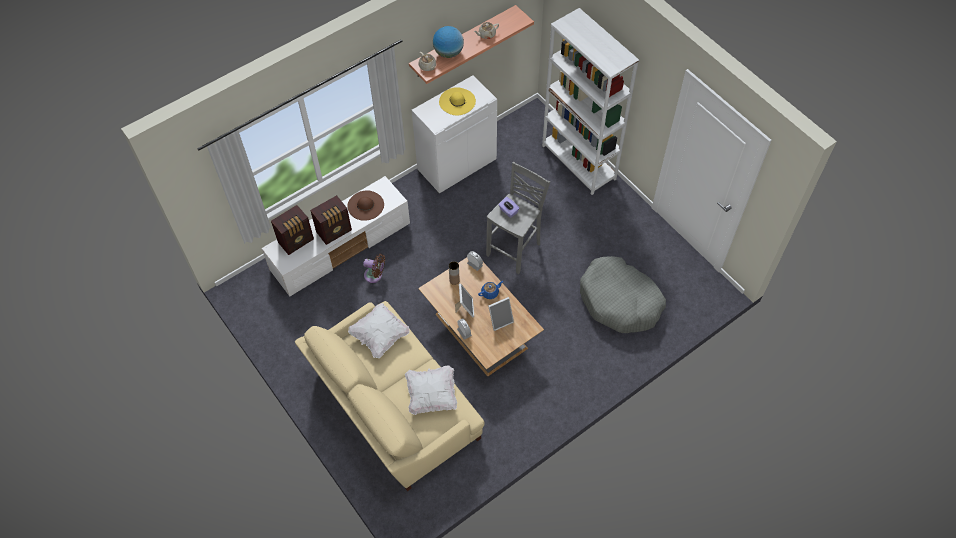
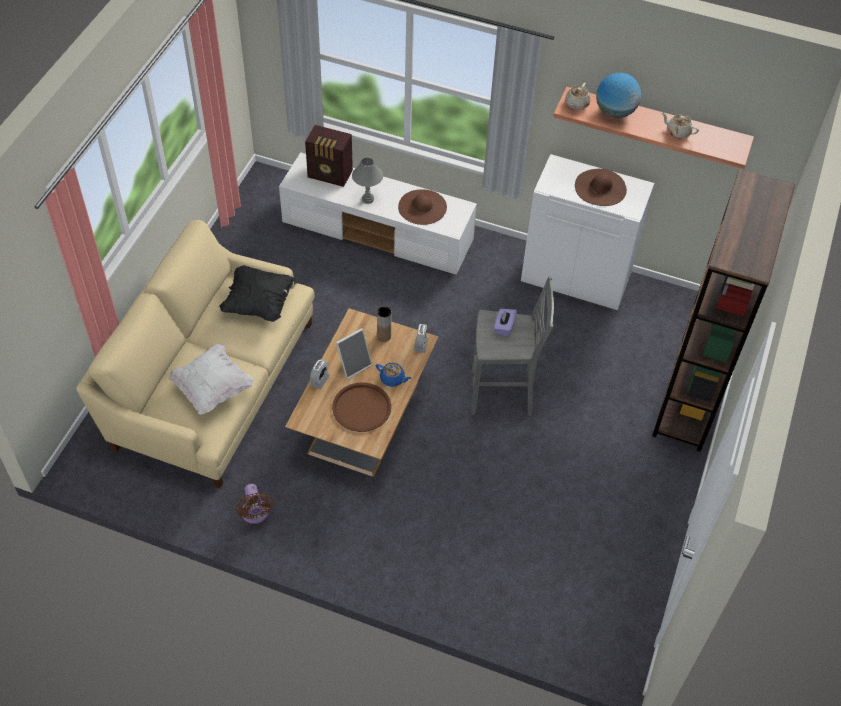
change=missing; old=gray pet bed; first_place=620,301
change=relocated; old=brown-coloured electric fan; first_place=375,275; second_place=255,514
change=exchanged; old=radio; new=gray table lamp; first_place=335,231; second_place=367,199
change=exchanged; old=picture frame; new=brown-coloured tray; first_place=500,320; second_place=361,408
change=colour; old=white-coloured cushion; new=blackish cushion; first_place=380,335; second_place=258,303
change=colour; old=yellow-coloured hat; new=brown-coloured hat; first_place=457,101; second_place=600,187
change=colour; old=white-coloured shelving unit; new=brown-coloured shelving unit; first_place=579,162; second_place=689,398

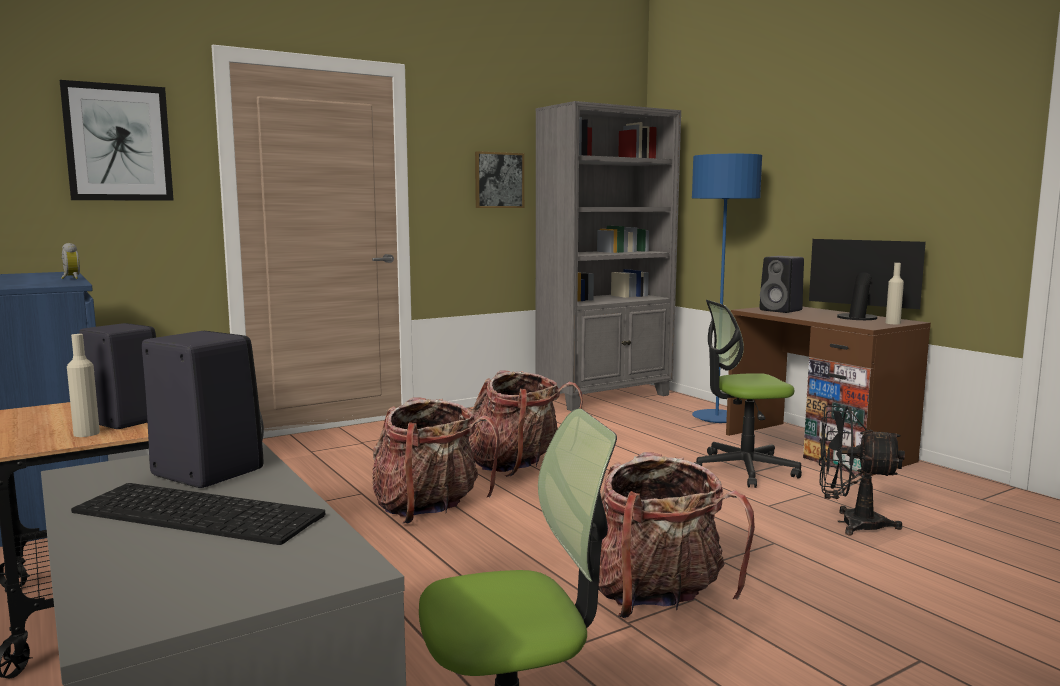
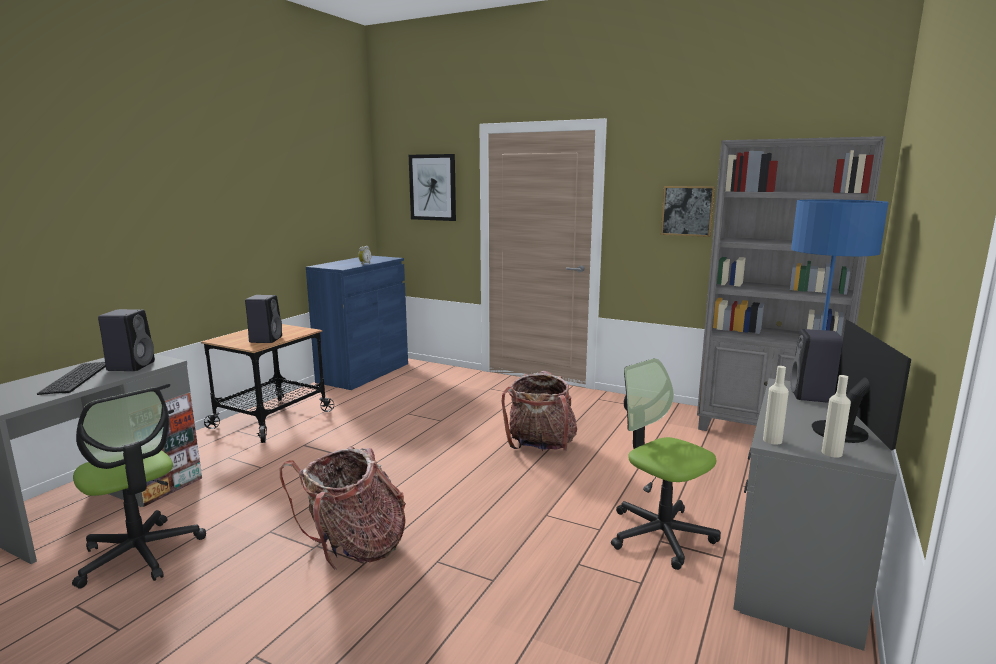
change=missing; old=backpack; first_place=429,510
change=missing; old=blackish electric fan; first_place=850,523
change=relocated; old=beige bottle; first_place=86,433; second_place=772,440
change=colour; old=brown-coloured desk; new=gray desk; first_place=817,447; second_place=799,566

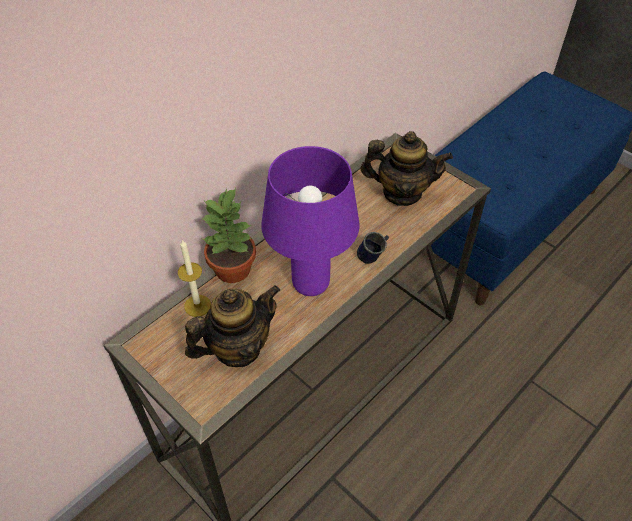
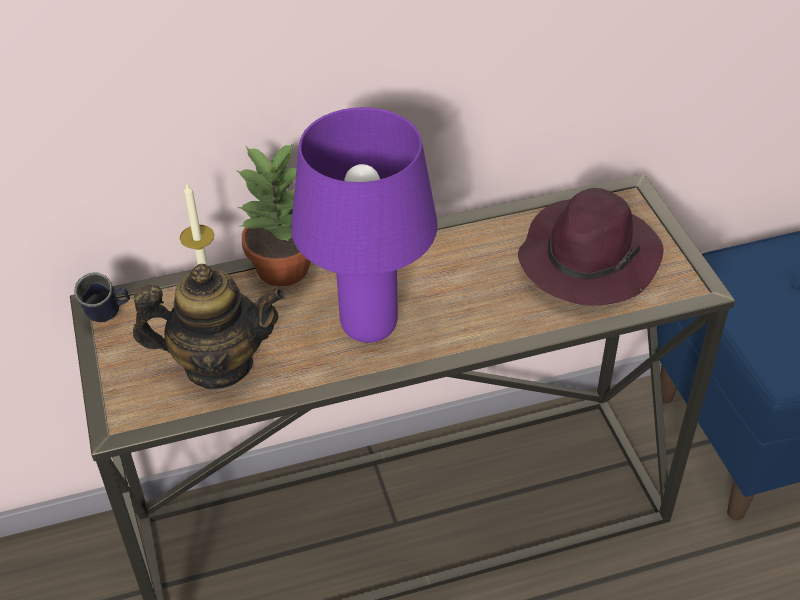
change=relocated; old=blue-coloured tea mug; first_place=373,257; second_place=109,316
change=exchanged; old=tea pot; new=purple hat; first_place=402,193; second_place=588,258

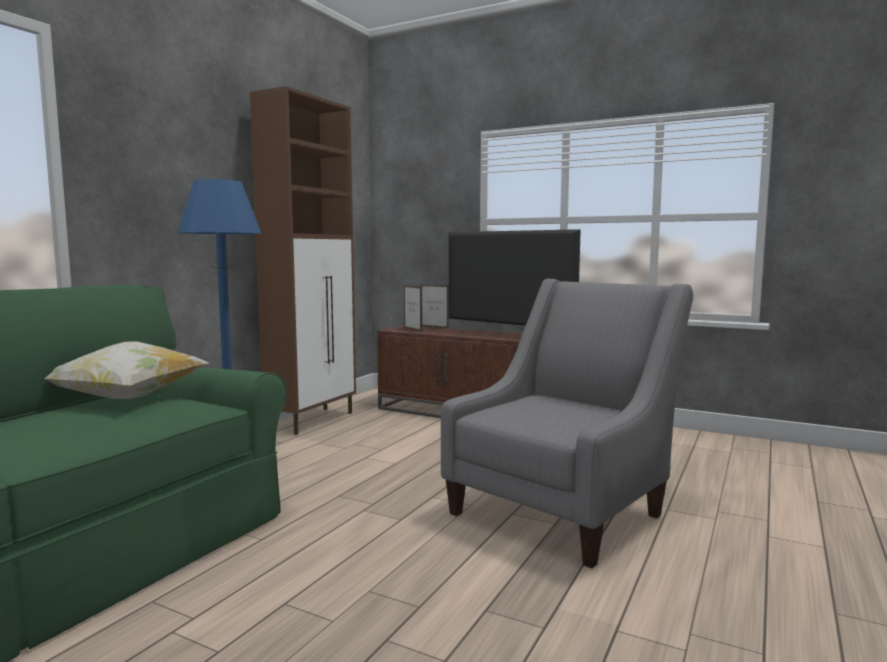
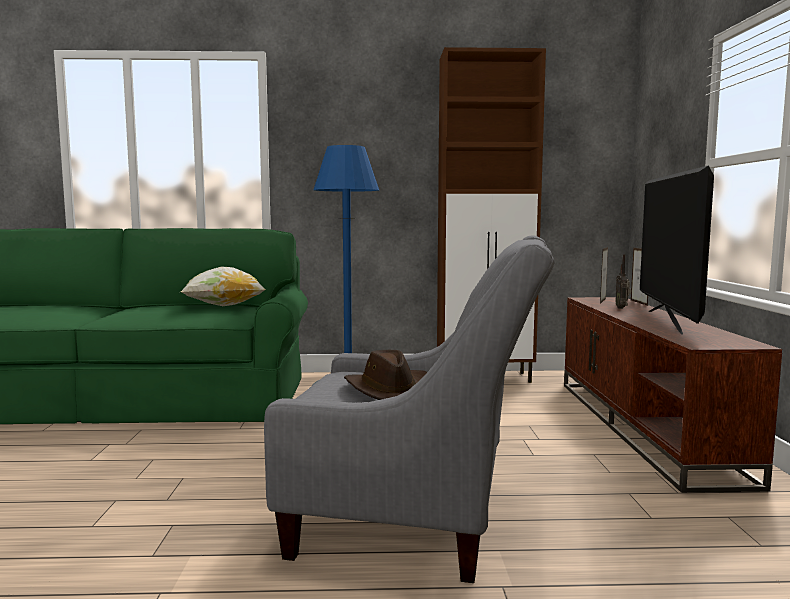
change=appeared; new=brown-coloured hat; second_place=390,390
change=appeared; new=radio; second_place=622,308

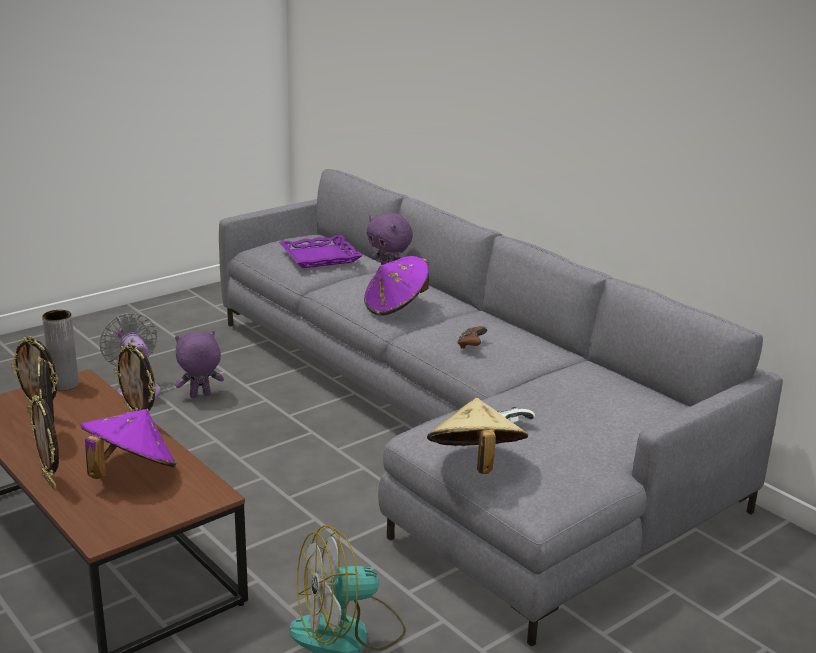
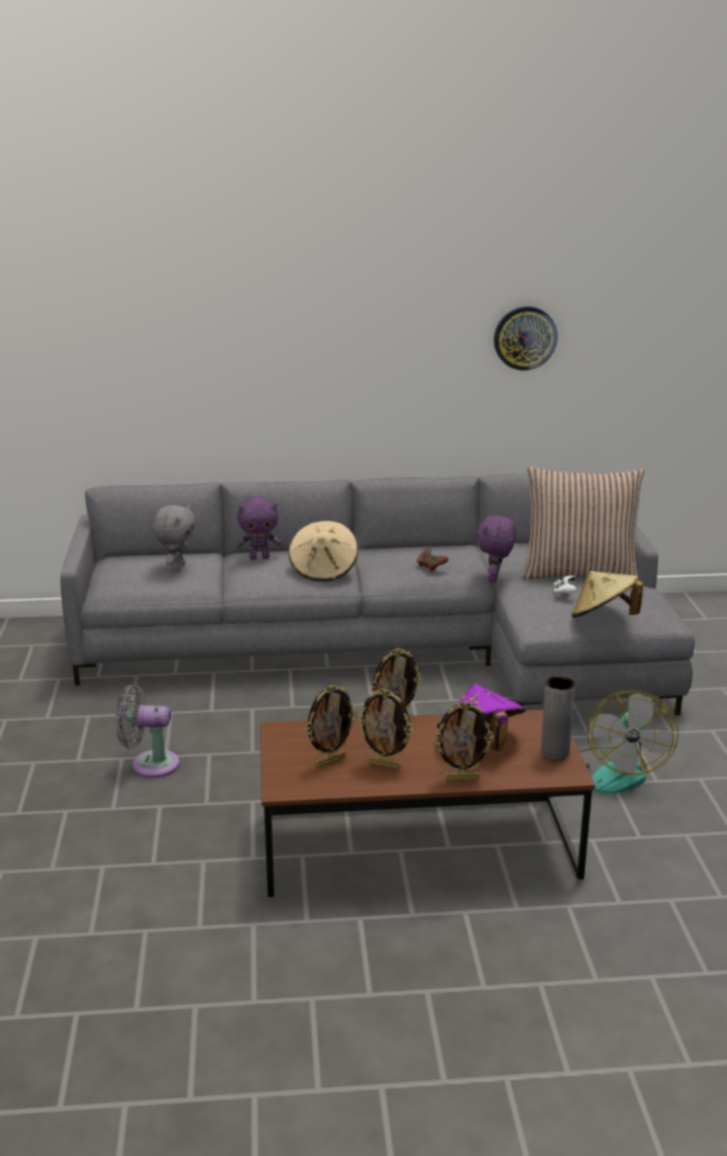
change=appeared; new=wall clock; second_place=525,338
change=appeared; new=cushion; second_place=578,573
change=relocated; old=gray vase; first_place=64,385; second_place=554,753
change=relocated; old=purple cuddly toy; first_place=200,396; second_place=495,579
change=exchanged; old=purple tray; new=gray cuddly toy; first_place=320,257; second_place=177,568
change=colour; old=purple hat; new=beige hat; first_place=396,307; second_place=324,571

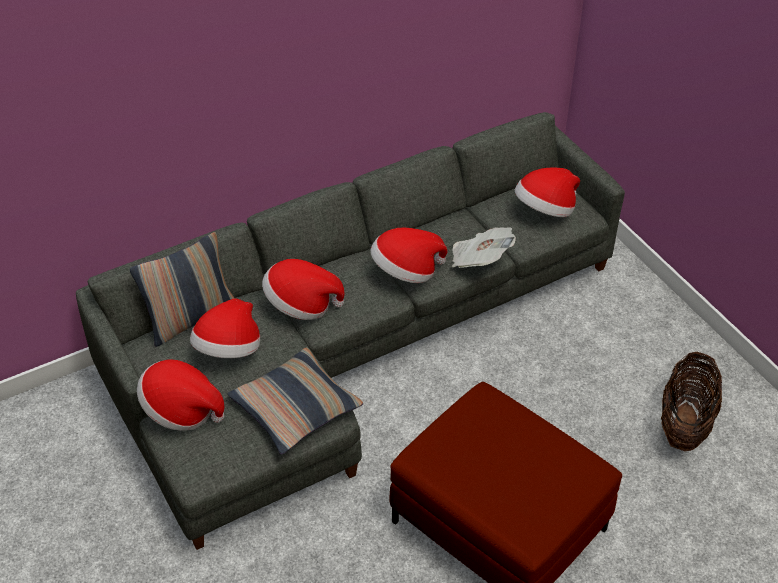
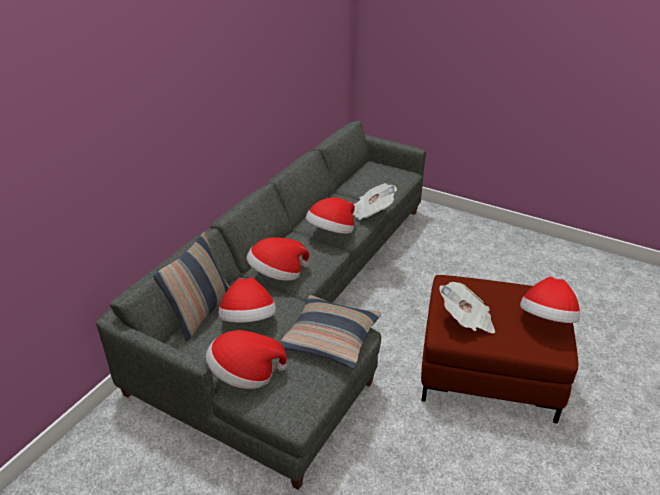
change=missing; old=storage basket; first_place=684,423
change=appeared; new=daily paper; second_place=466,320
change=relocated; old=hat; first_place=545,210; second_place=546,320

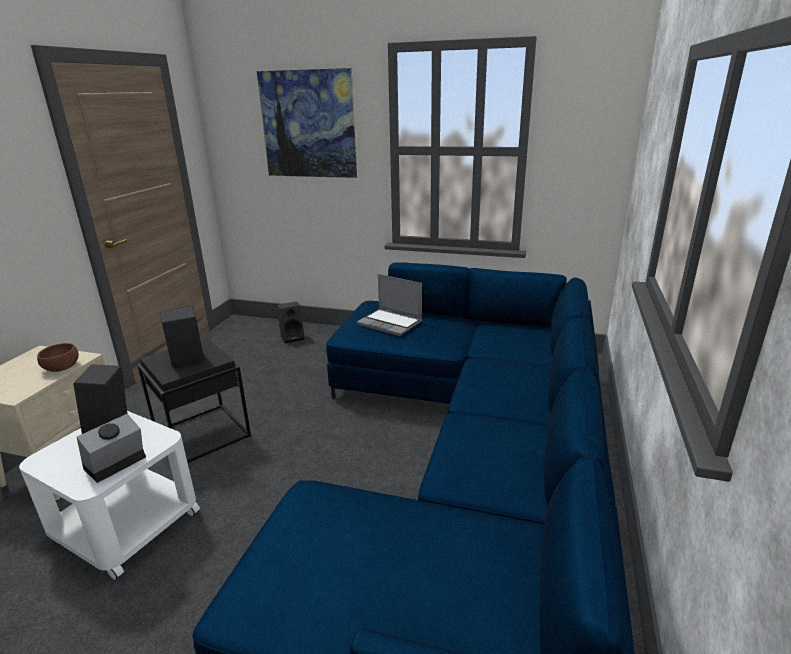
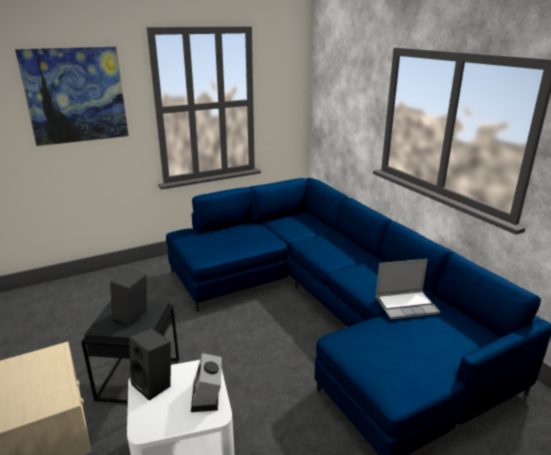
change=missing; old=brown-coloured deep dish; first_place=62,367
change=missing; old=blackish speaker; first_place=292,337
change=relocated; old=portable computer; first_place=391,323; second_place=406,305

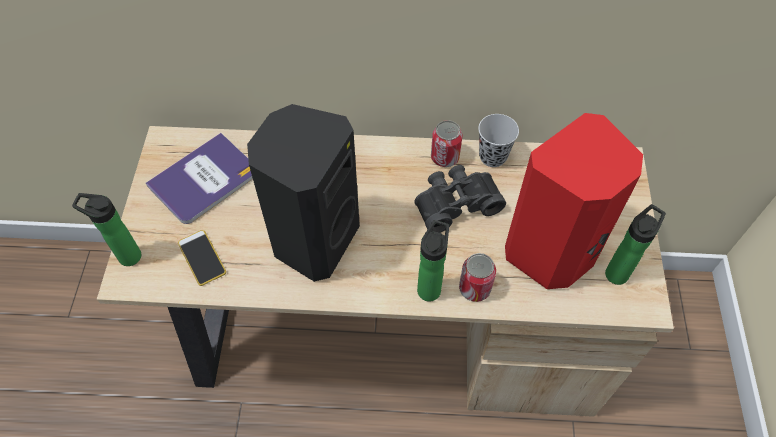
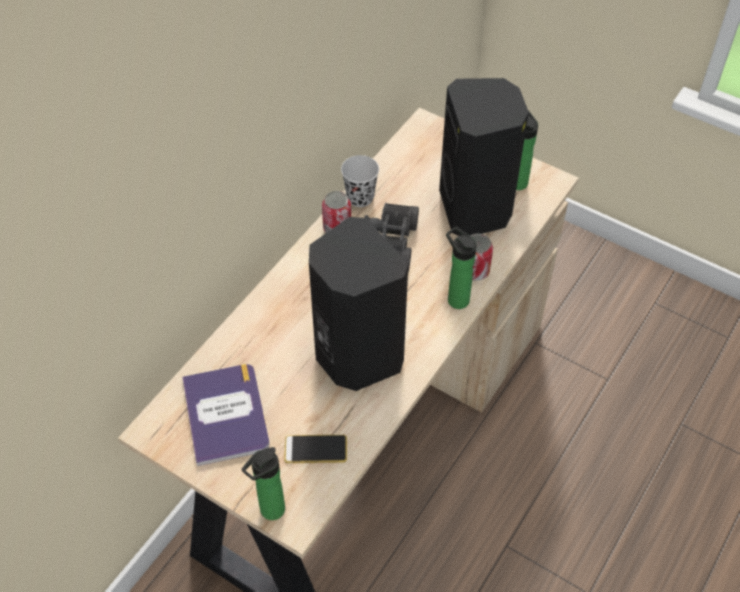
change=colour; old=red speaker; new=blackish speaker; first_place=552,254; second_place=476,209

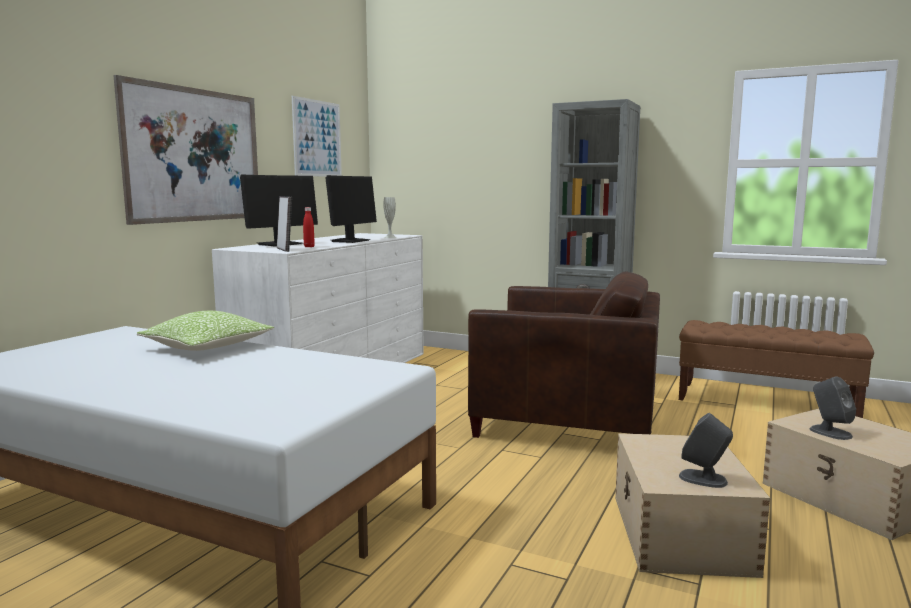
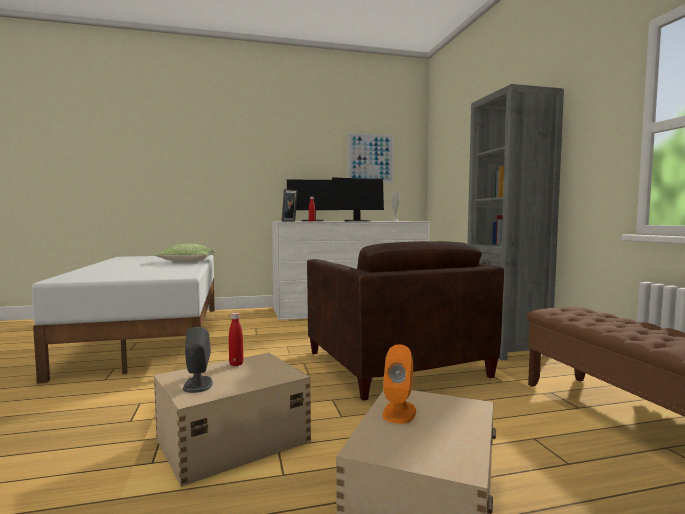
change=missing; old=wall art; first_place=195,155
change=appeared; new=red bottle; second_place=236,364
change=colour; old=gray speaker; new=orangey speaker; first_place=830,432; second_place=399,412

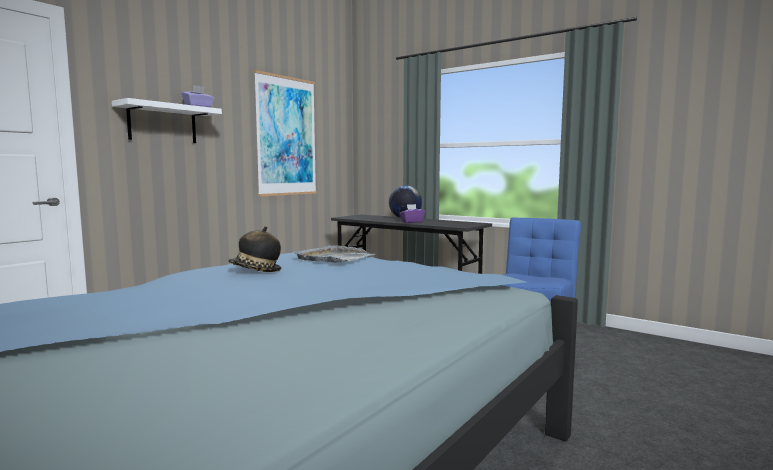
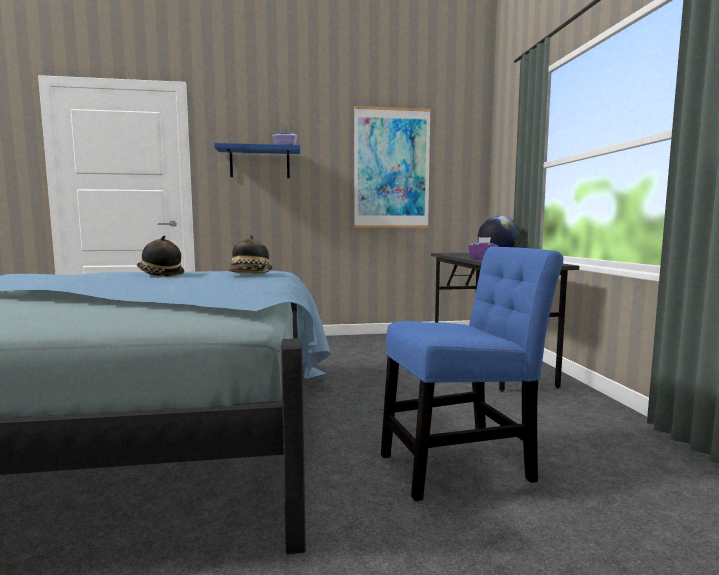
change=exchanged; old=gray tray; new=hat; first_place=335,258; second_place=250,275
change=colour; old=white-coloured shelf; new=blue-coloured shelf; first_place=162,123; second_place=260,163

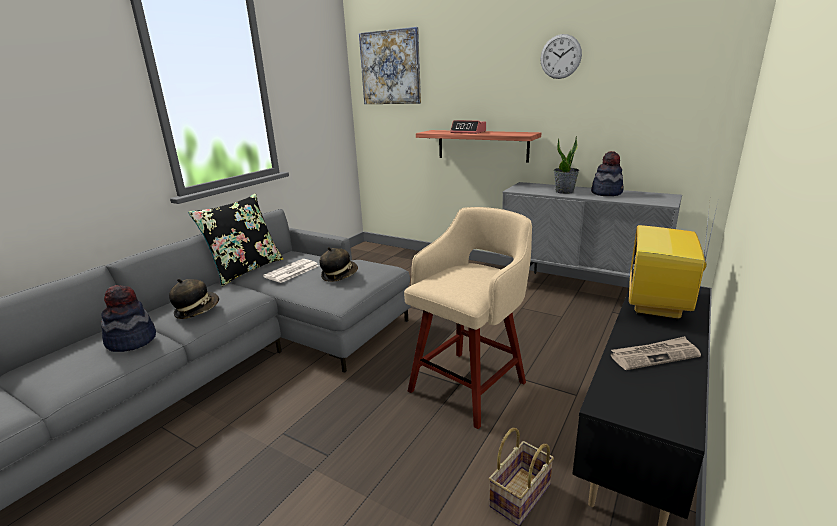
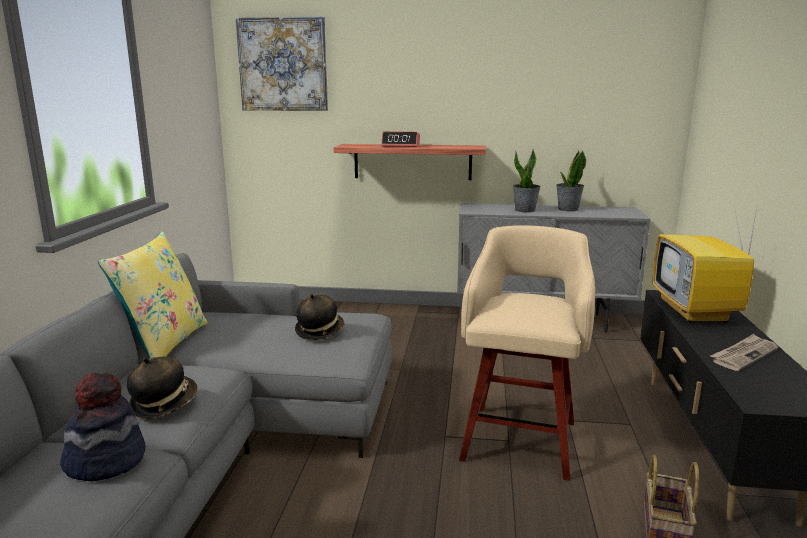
change=missing; old=daily paper; first_place=291,271
change=missing; old=wall clock; first_place=560,56
change=exchanged; old=hat; new=plant in a pot; first_place=606,193; second_place=568,209
change=colour; old=blackish cushion; new=yellow-coloured cushion; first_place=246,269; second_place=164,343

